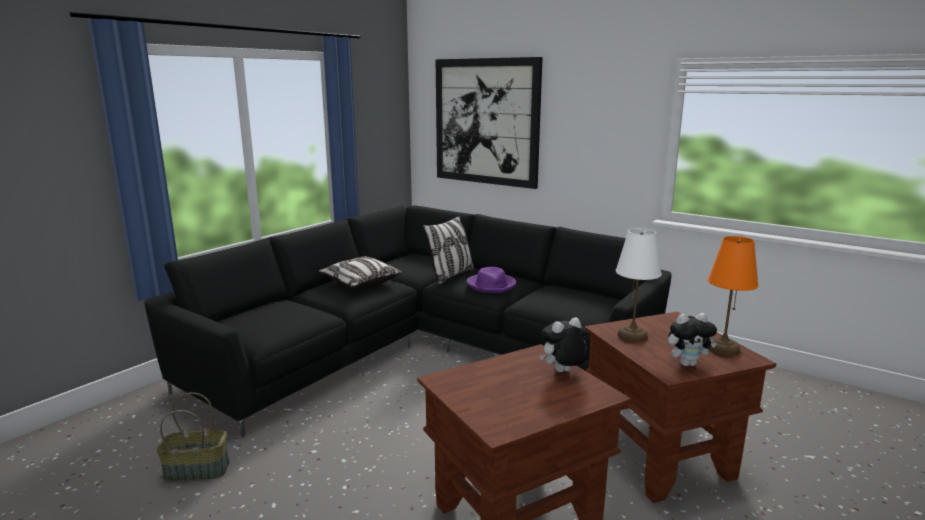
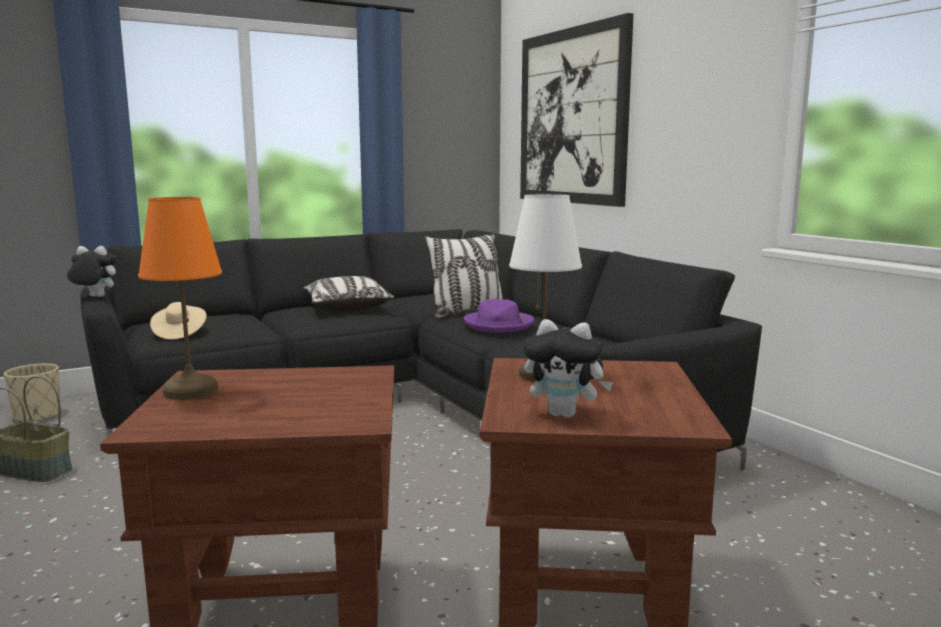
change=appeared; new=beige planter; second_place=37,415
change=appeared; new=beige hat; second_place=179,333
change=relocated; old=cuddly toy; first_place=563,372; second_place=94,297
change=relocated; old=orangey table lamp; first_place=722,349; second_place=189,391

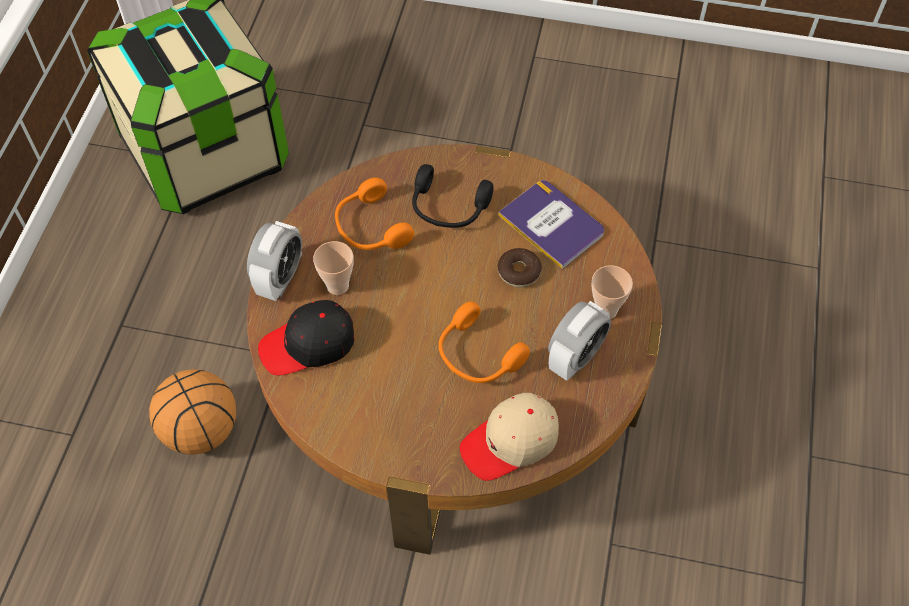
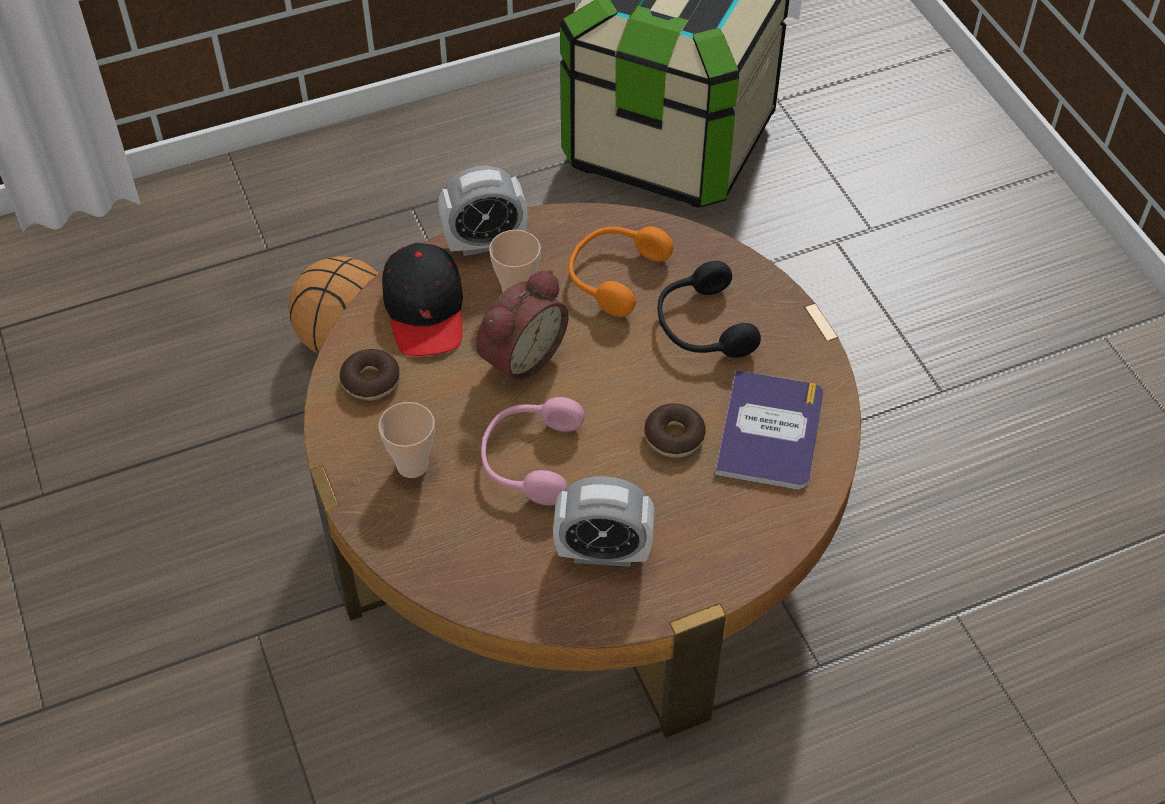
change=missing; old=beige cap; first_place=510,442
change=appeared; new=ring doughnut; second_place=371,381
change=appeared; new=bedside clock; second_place=519,356
change=relocated; old=cup; first_place=606,310; second_place=412,465
change=colour; old=orangey headset; new=pinkish headset; first_place=477,356; second_place=529,459
change=spun; old=blackish cap; first_place=308,344; second_place=425,310; degrees=-135

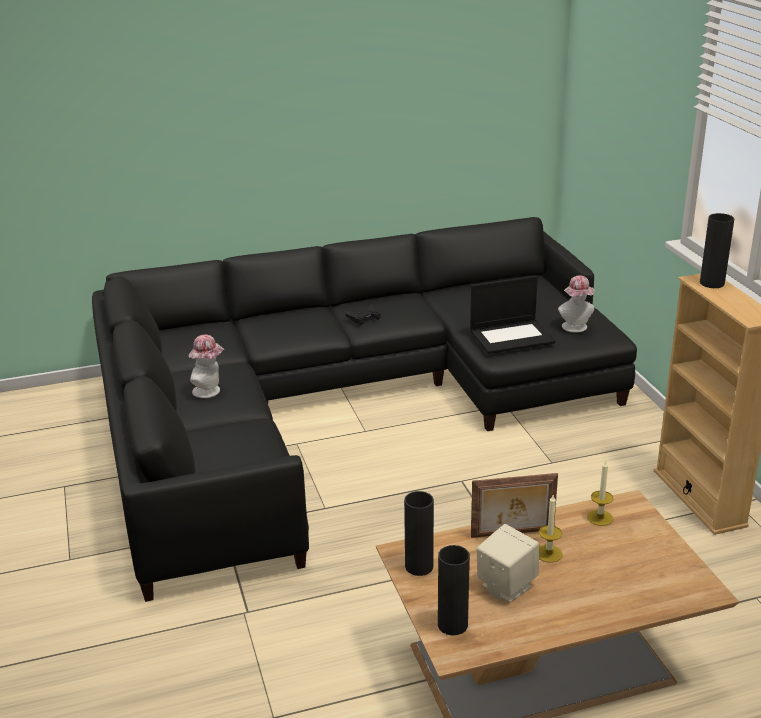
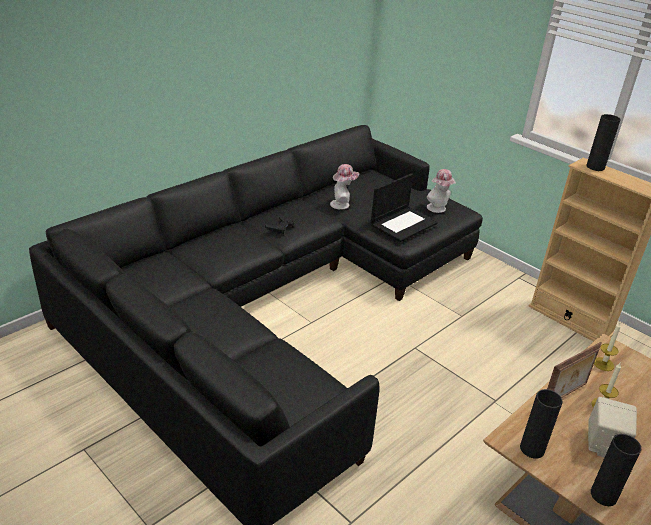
change=relocated; old=hat; first_place=210,391; second_place=342,204

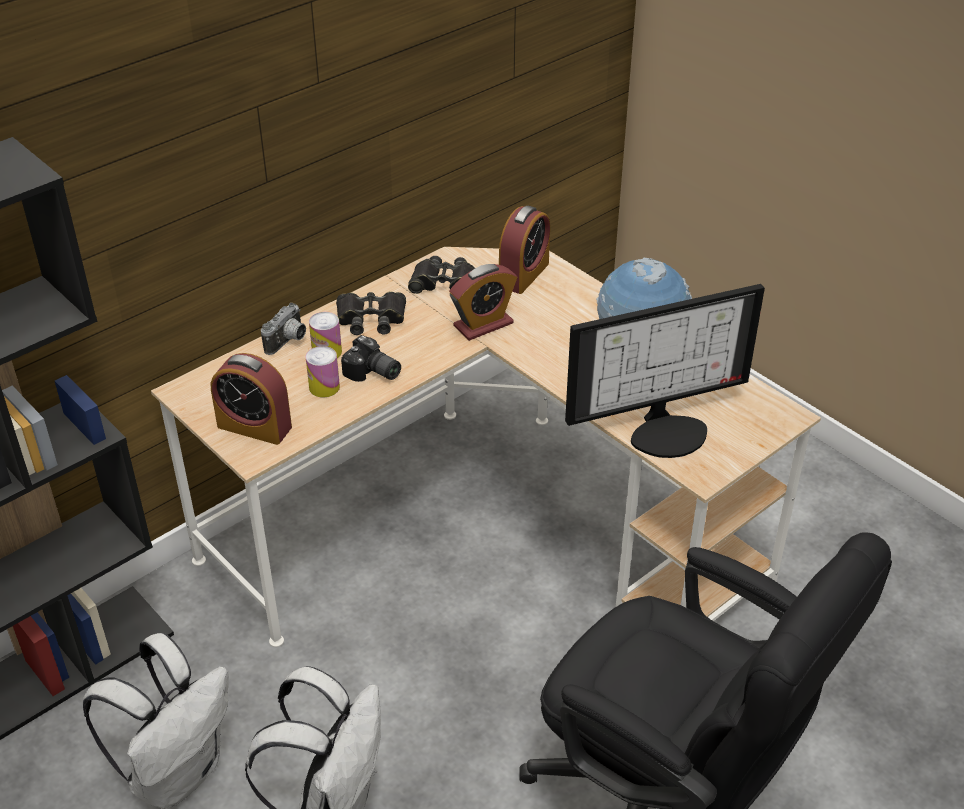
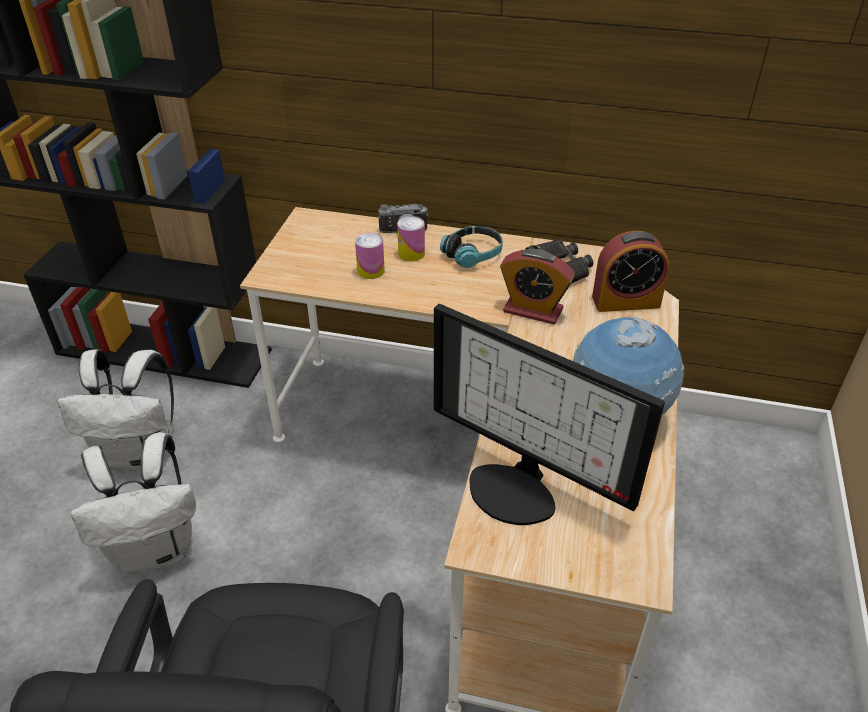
change=missing; old=bedside clock; first_place=254,426
change=missing; old=photo camera; first_place=372,373
change=exchanged; old=blackish field glasses; new=headset; first_place=371,318; second_place=473,254

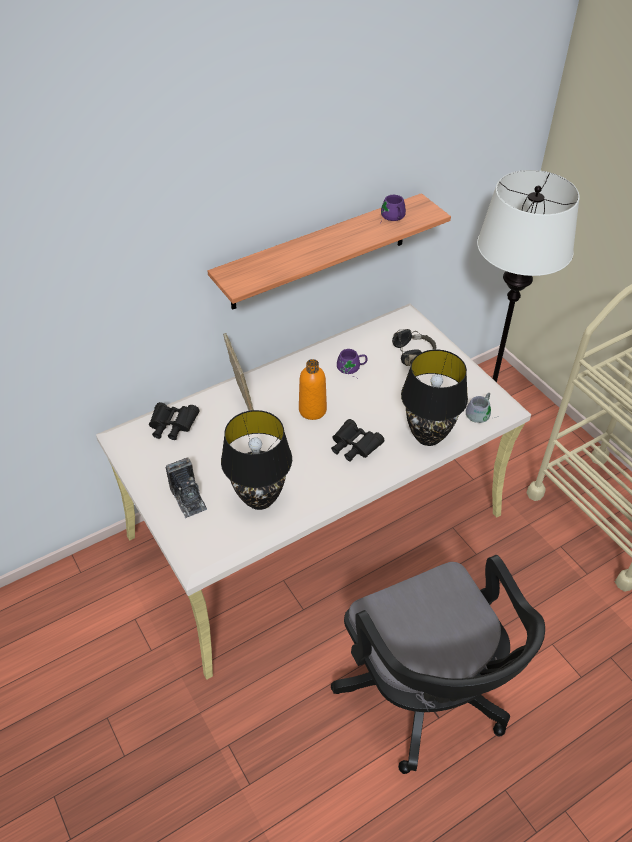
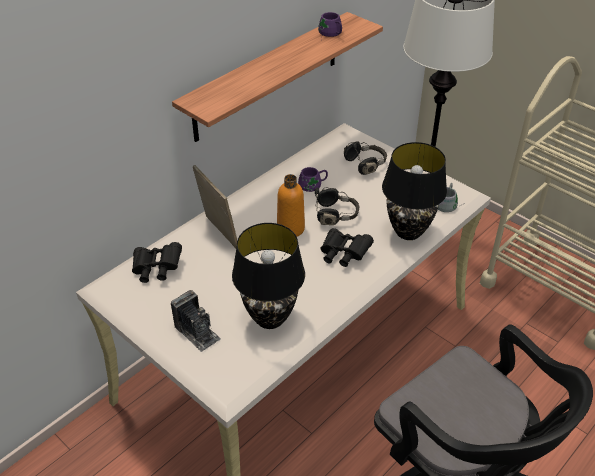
change=appeared; new=blackish headset; second_place=336,215

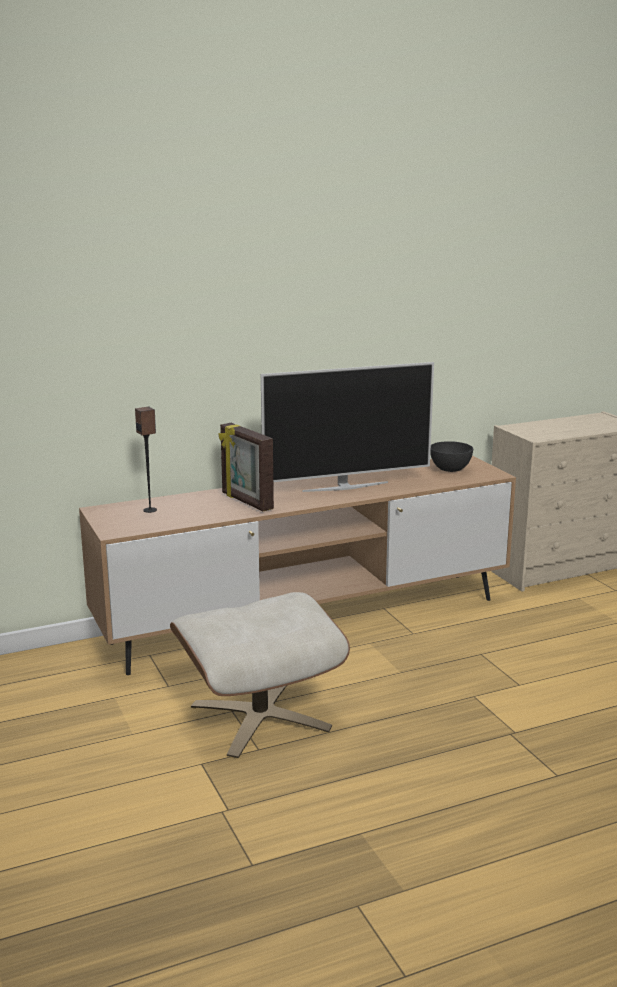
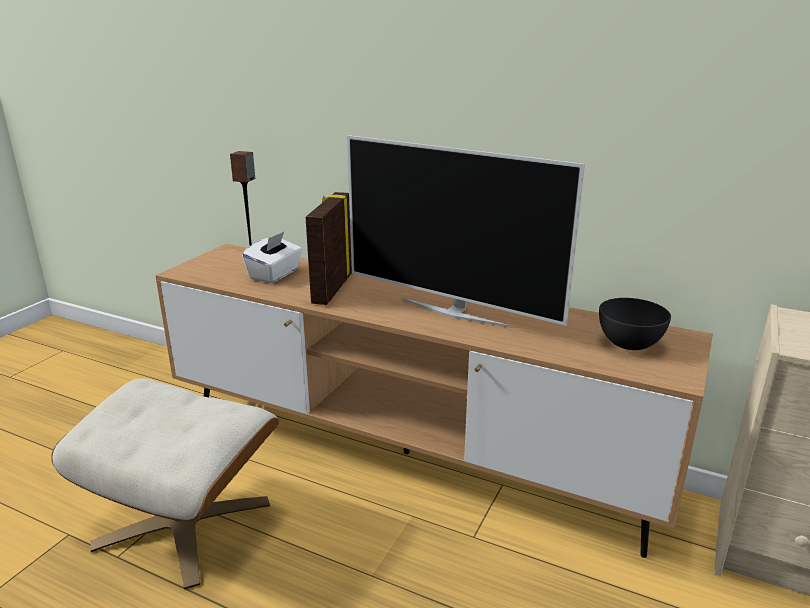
change=appeared; new=white-coloured tissue holder; second_place=275,274

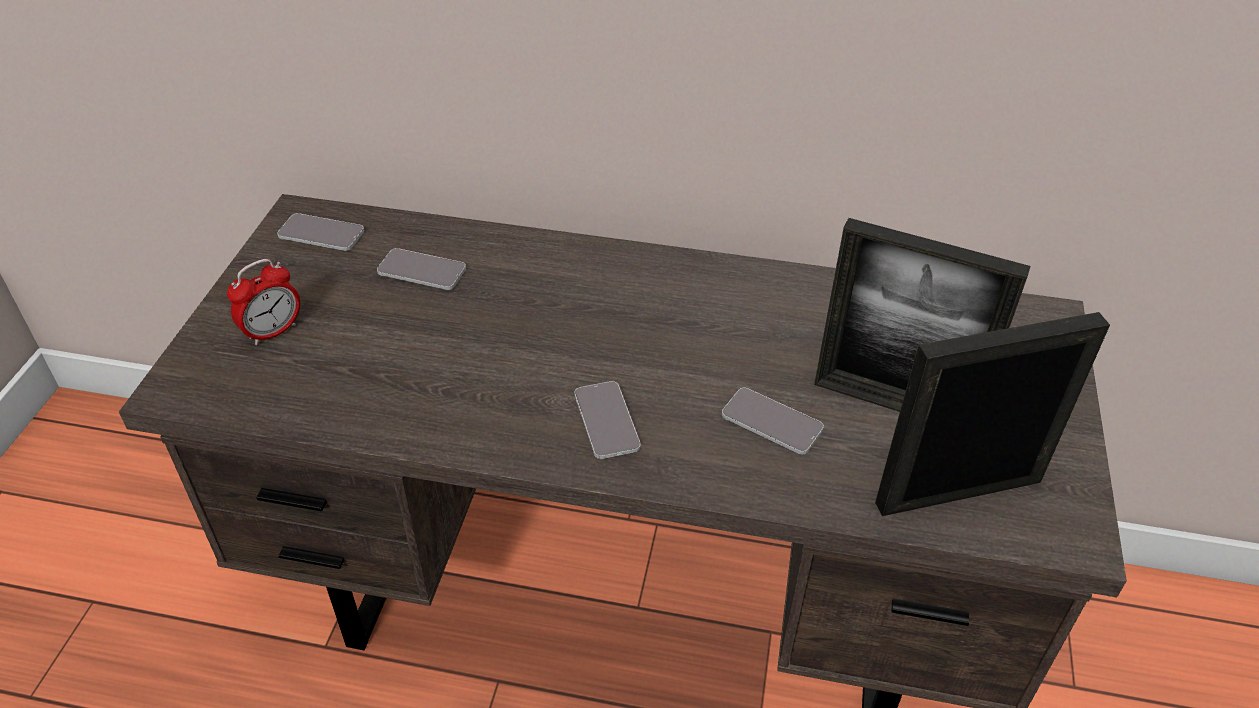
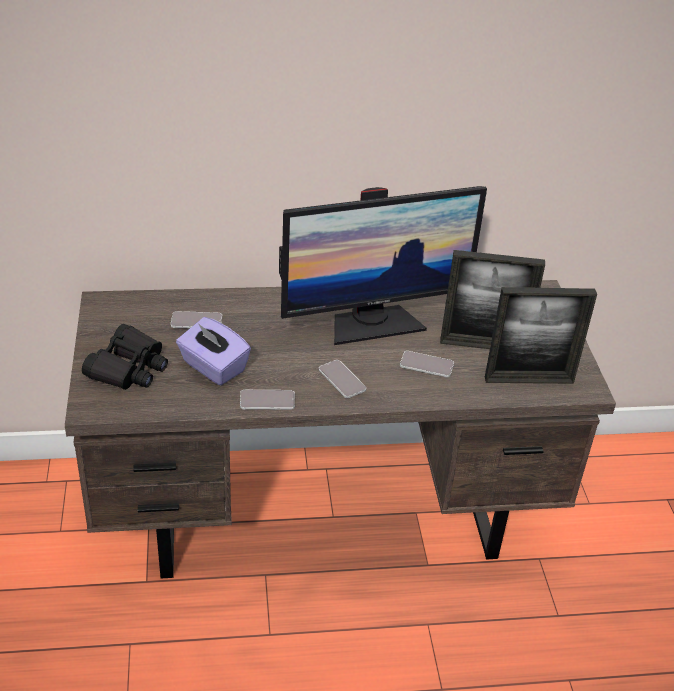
change=appeared; new=purple tissue holder; second_place=213,367
change=appeared; new=computer screen; second_place=372,322
change=relocated; old=handset; first_place=321,234; second_place=267,401
change=exchanged; old=bedside clock; new=blackish field glasses; first_place=273,331; second_place=129,368
change=spun; old=picture frame; first_place=958,492; second_place=529,380; degrees=-150

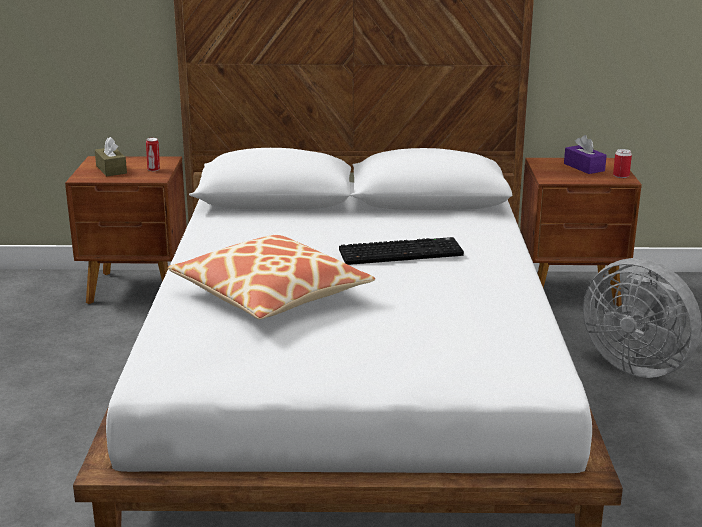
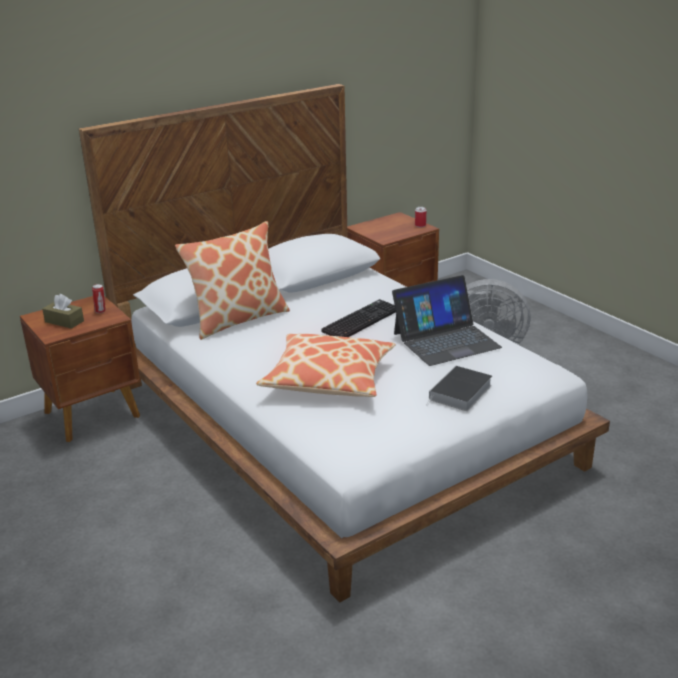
change=missing; old=purple tissue holder; first_place=584,167
change=appeared; new=cushion; second_place=238,319
change=appeared; new=portable computer; second_place=445,340
change=appeared; new=bound book; second_place=460,393

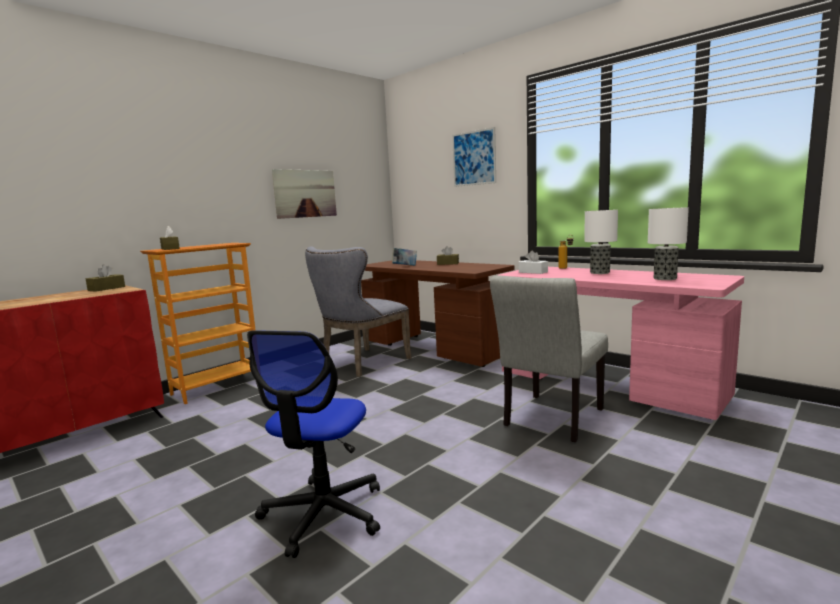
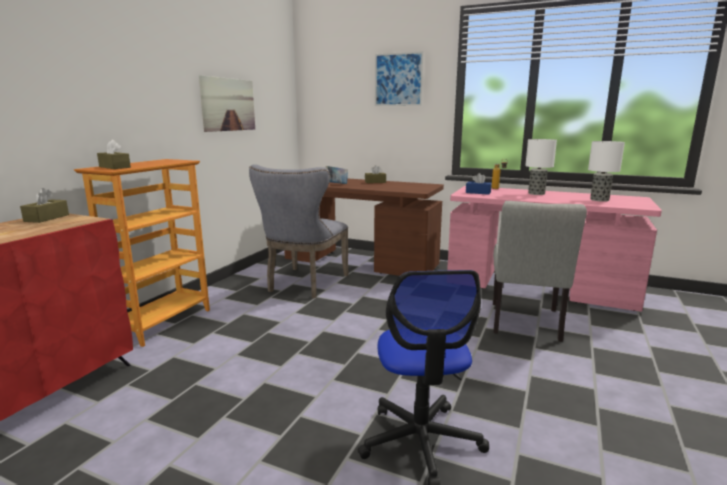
change=colour; old=white-coloured tissue holder; new=blue-coloured tissue holder; first_place=533,272; second_place=478,192

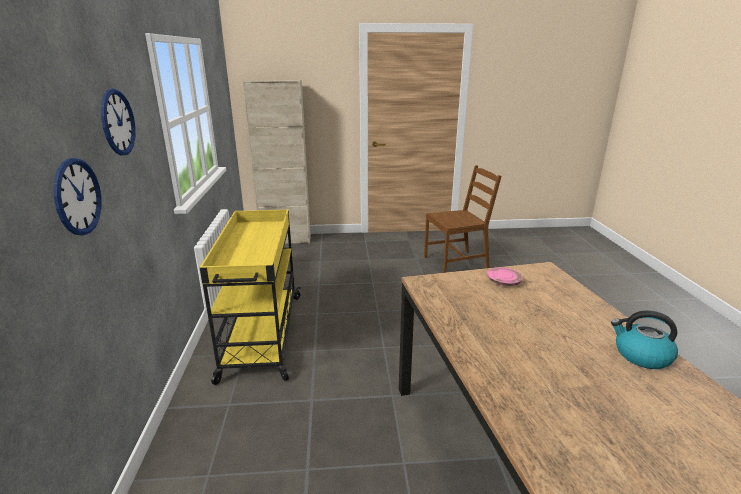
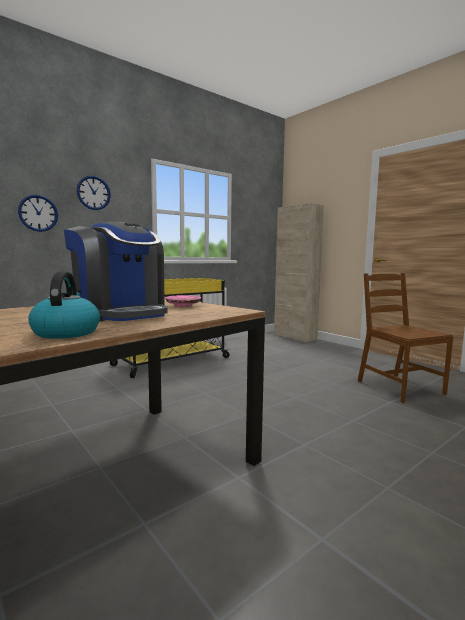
change=appeared; new=coffee machine; second_place=120,314
change=spun; old=brown-coloured chair; first_place=456,263; second_place=398,387; degrees=-150

